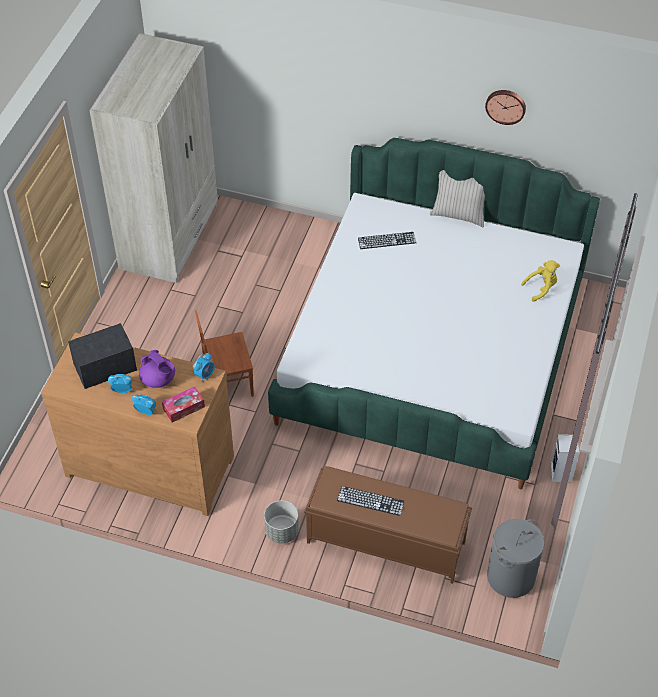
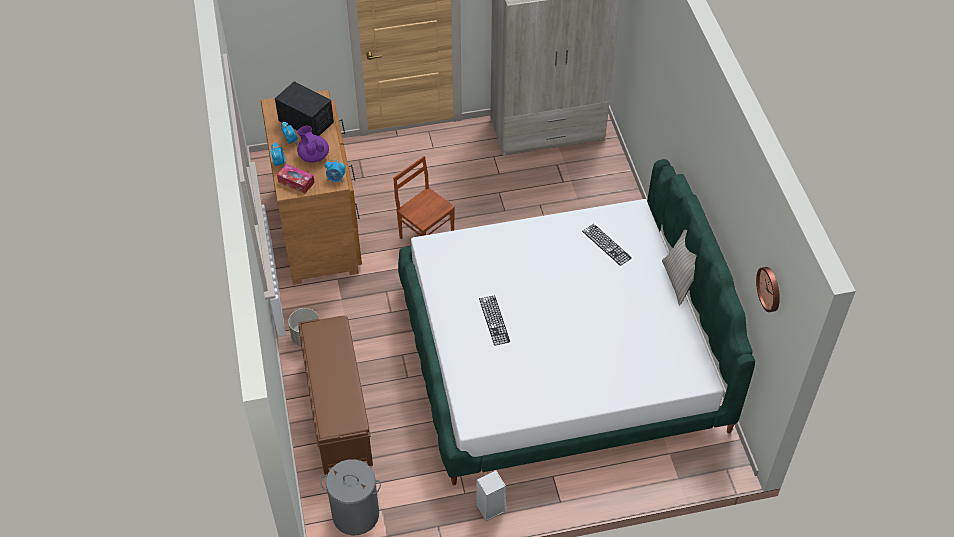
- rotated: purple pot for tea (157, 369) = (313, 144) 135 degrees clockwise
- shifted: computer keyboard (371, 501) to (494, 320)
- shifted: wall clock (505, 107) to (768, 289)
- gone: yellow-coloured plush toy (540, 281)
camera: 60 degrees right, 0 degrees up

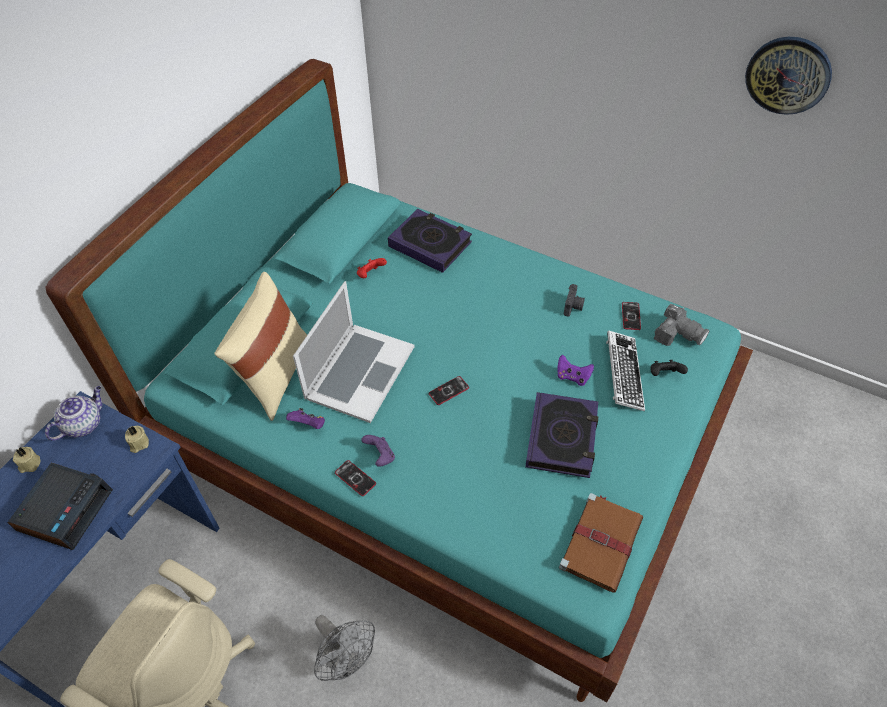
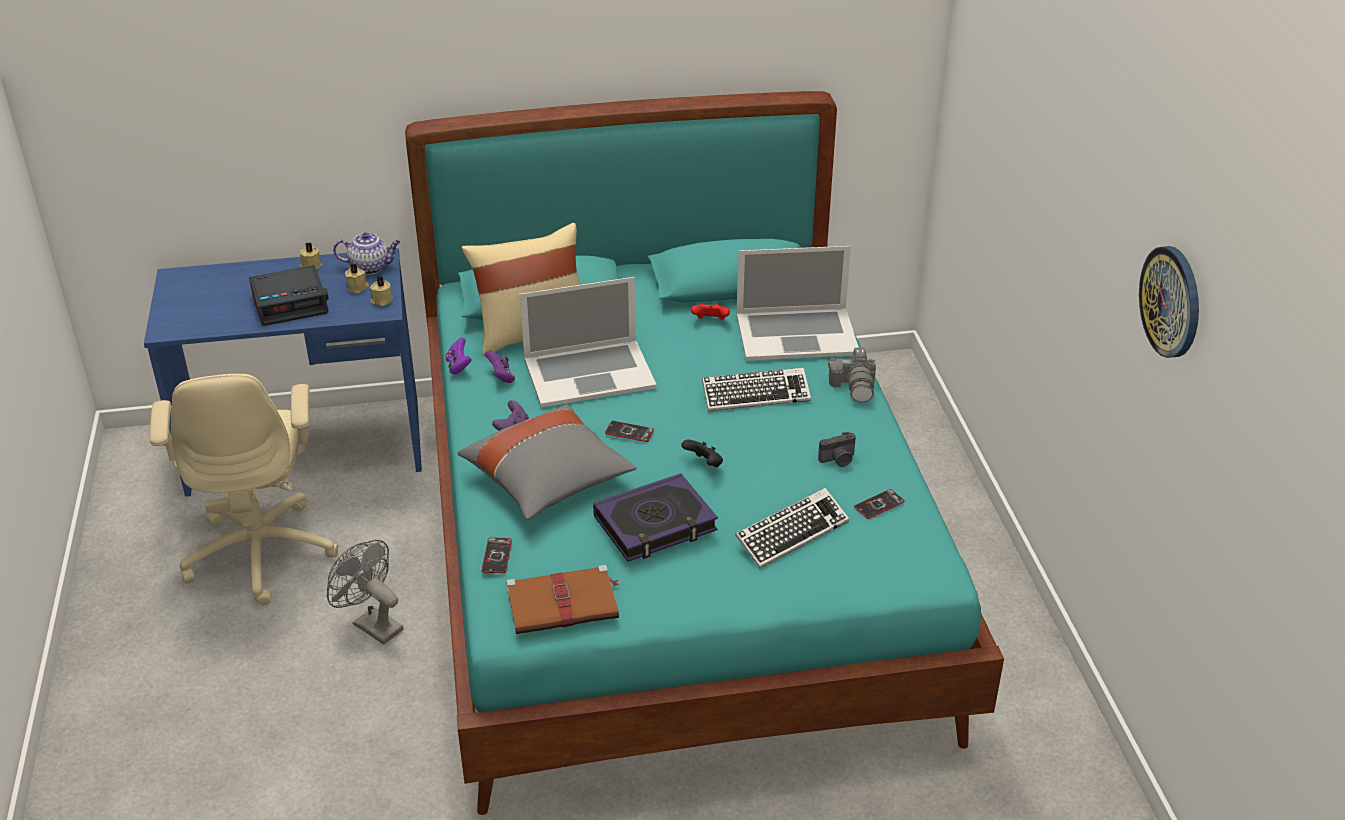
- rotated: grey fan (344, 648) = (365, 592) 120 degrees clockwise
- new: beige wax candle (357, 278)
- shifted: purple gamepad (575, 370) to (458, 355)
- new: grey pillow (547, 462)
- shifted: handset (355, 478) to (497, 555)
- shifted: blackish gamepad (669, 368) to (702, 453)
- new: computer keyboard (756, 389)
- swapped: book (430, 241) to notebook computer (798, 303)
- shifted: still camera (681, 325) to (852, 375)
camera: 50 degrees right, 15 degrees down

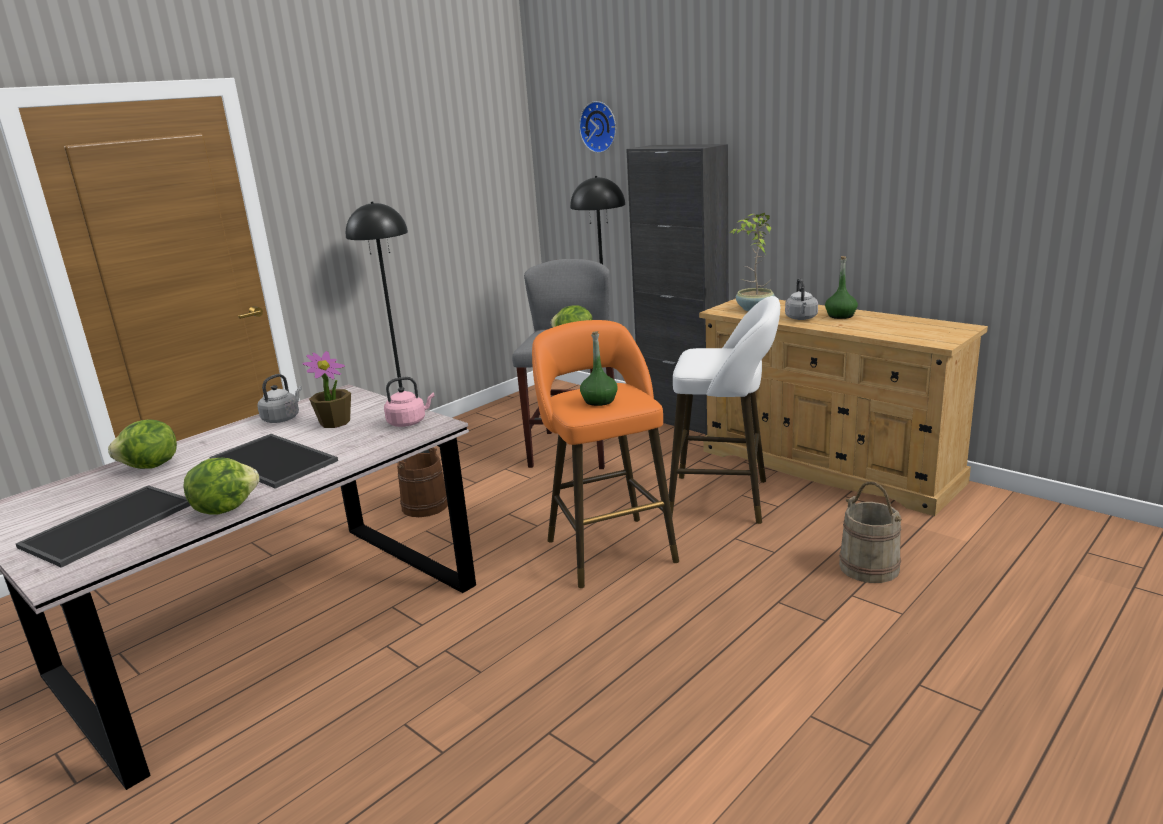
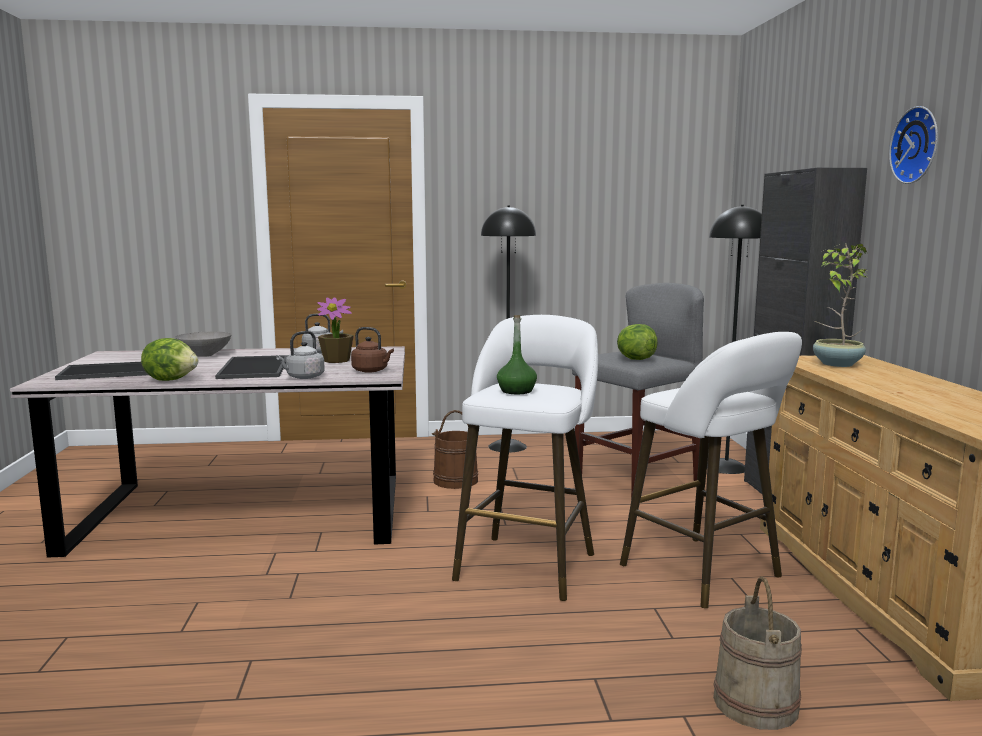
- swapped: lettuce (142, 444) to grey bowl (203, 344)
- shifted: grey kettle (801, 299) to (300, 355)
- repainted: pinkish kettle (409, 402) to brown kettle (372, 350)
- repainted: orange-coloured stool (605, 454) to whitish stool (525, 458)
- shifted: wall clock (597, 127) to (913, 145)
- gone: green drink bottle (841, 287)
camera: 40 degrees right, 10 degrees down

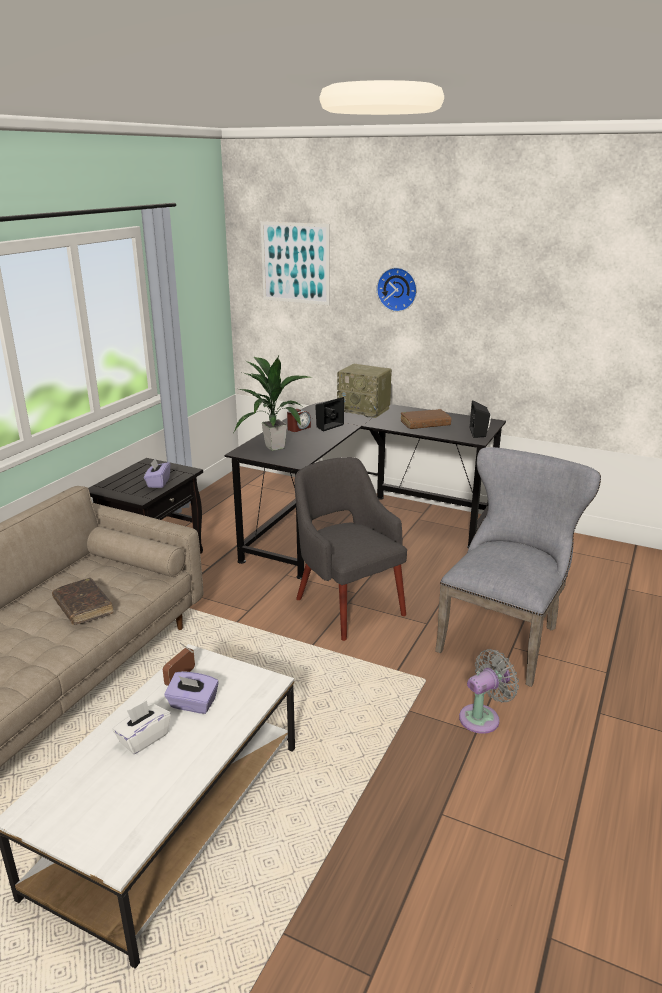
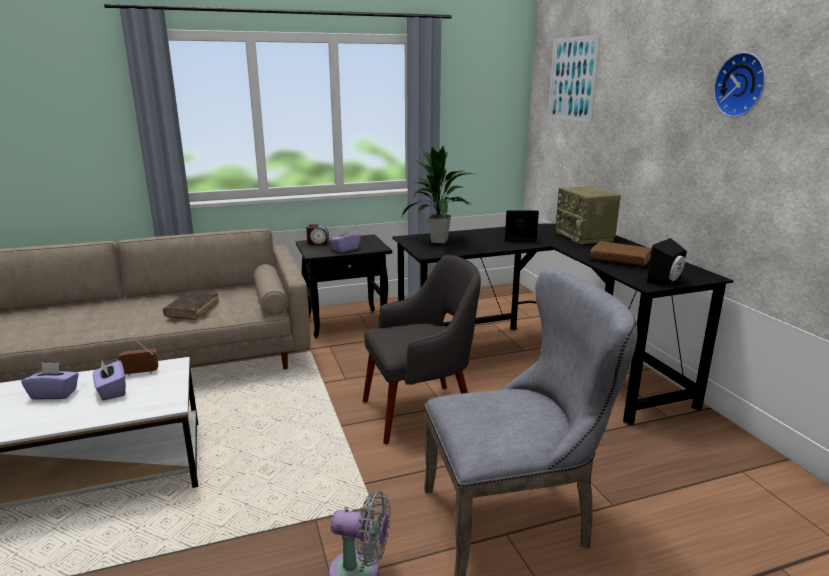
- repainted: whitish tissue holder (142, 727) to purple tissue holder (50, 381)
- shifted: alarm clock (299, 420) to (317, 234)
- rotated: grey armchair (351, 549) = (422, 349) 60 degrees clockwise
- shifted: wall clock (397, 289) to (739, 84)
camera: 45 degrees right, 5 degrees down

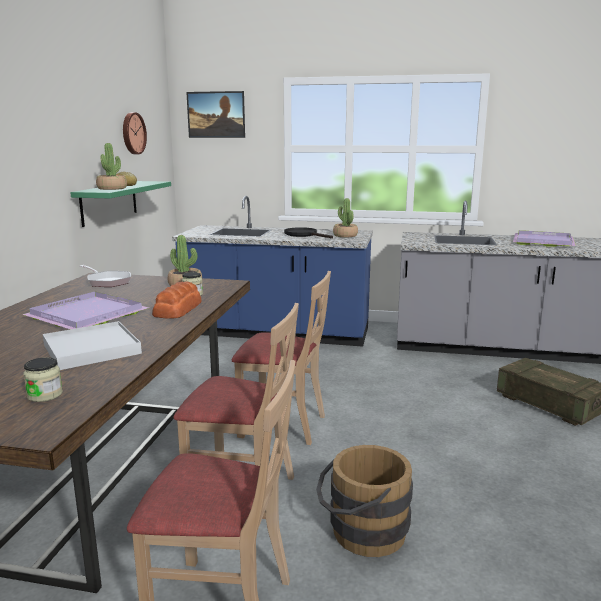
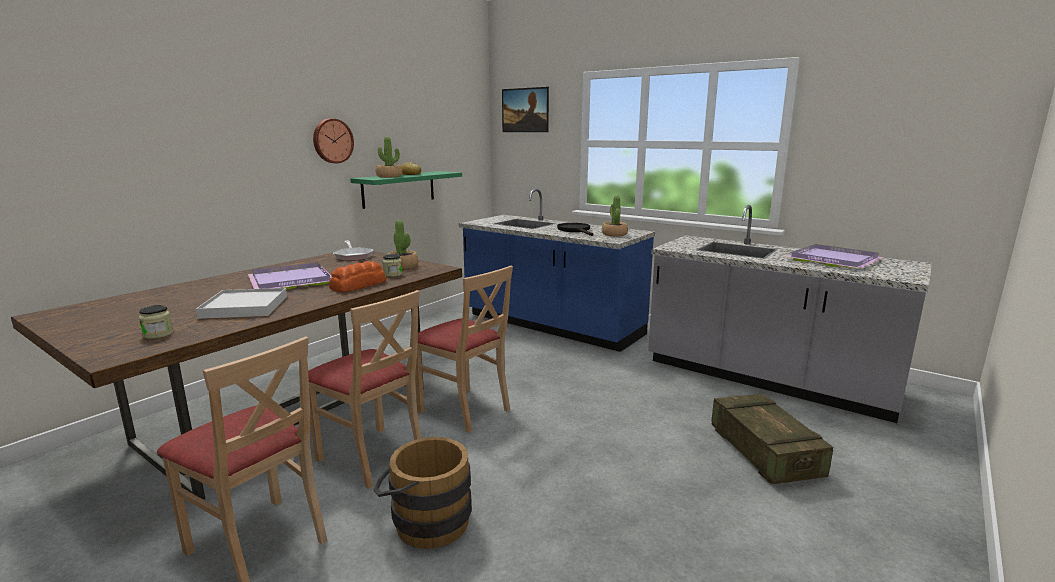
- shifted: wall clock (135, 133) to (333, 141)
camera: 25 degrees right, 0 degrees up

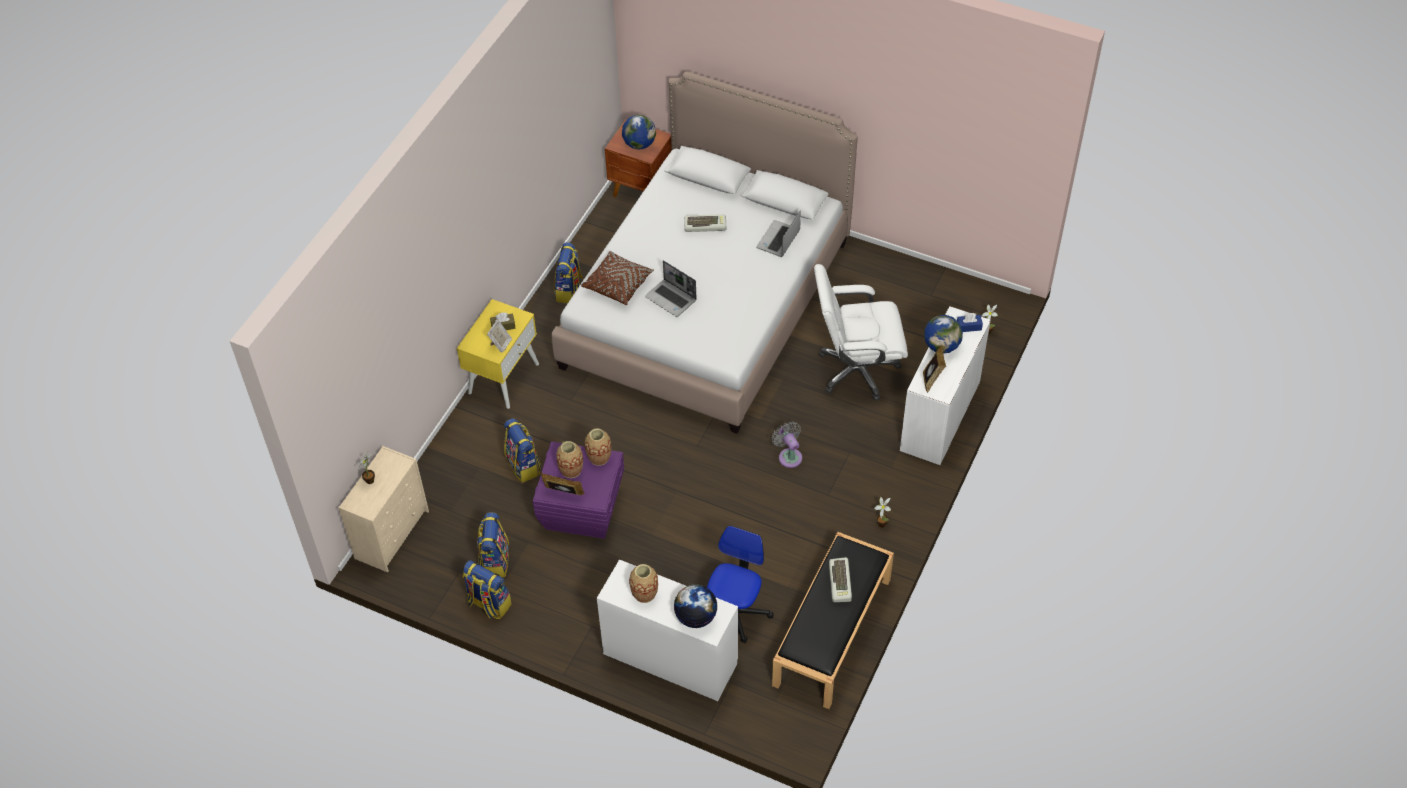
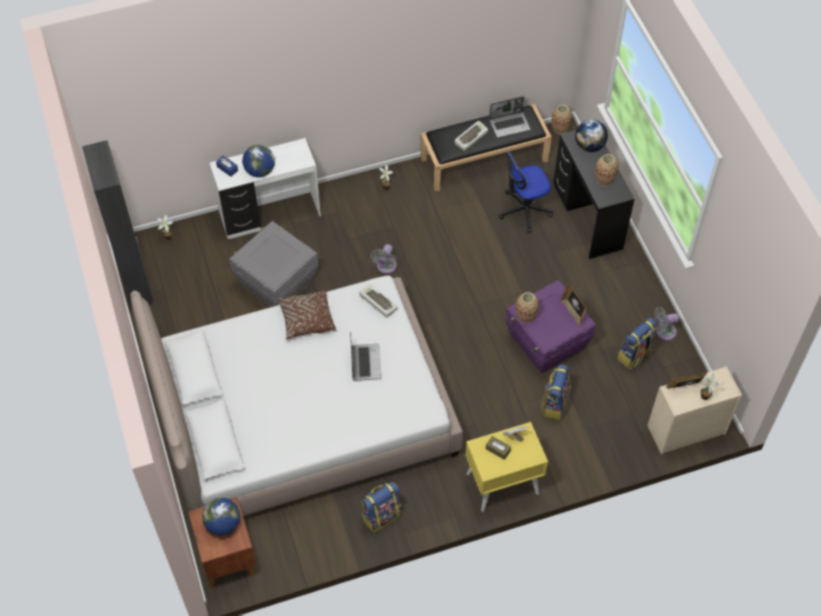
- new: blackish armoire (117, 224)
- swapped: whitish computer chair (861, 332) to grey storage box (273, 264)
- shifted: brown pillow (617, 278) to (307, 314)
- shifted: computer keyboard (705, 223) to (378, 301)
- shifted: notebook computer (778, 233) to (509, 117)
- shifted: vase (569, 459) to (562, 119)
- repainted: whitish desk unit (667, 630) to blackish desk unit (594, 194)
- swapped: rucksack (487, 589) to grey fan (666, 324)
- shifted: photo frame (934, 369) to (687, 380)
camera: 135 degrees left, 5 degrees up

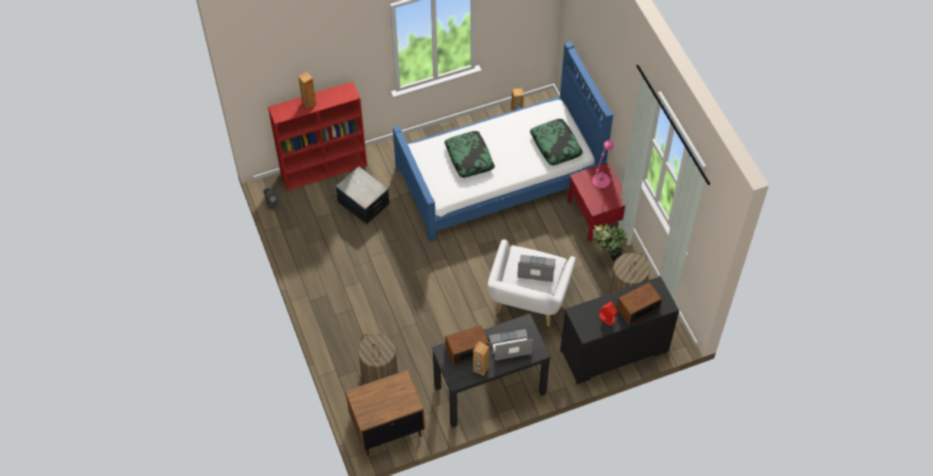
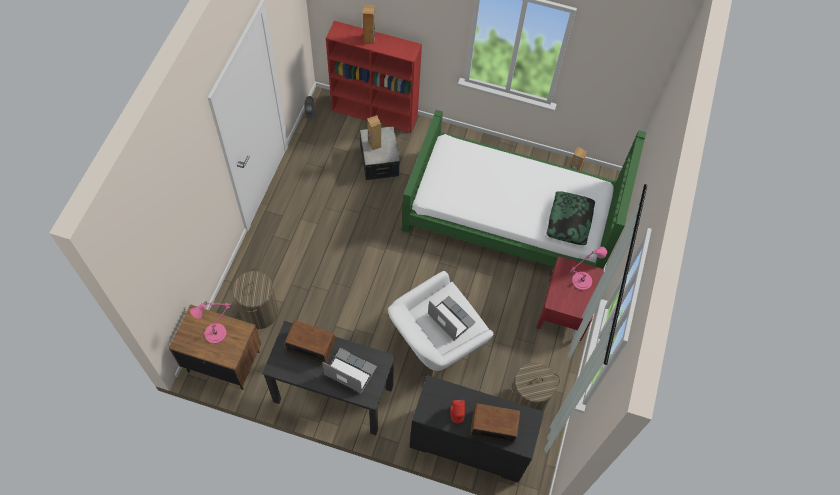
- new: pinkish table lamp (210, 322)
- shifted: brown speaker (481, 358) to (374, 132)
- repainted: bluish sleeping bed (503, 142) to green sleeping bed (524, 189)
- gone: pillow (469, 154)
- gone: potted plant (610, 242)
camera: 35 degrees right, 5 degrees up

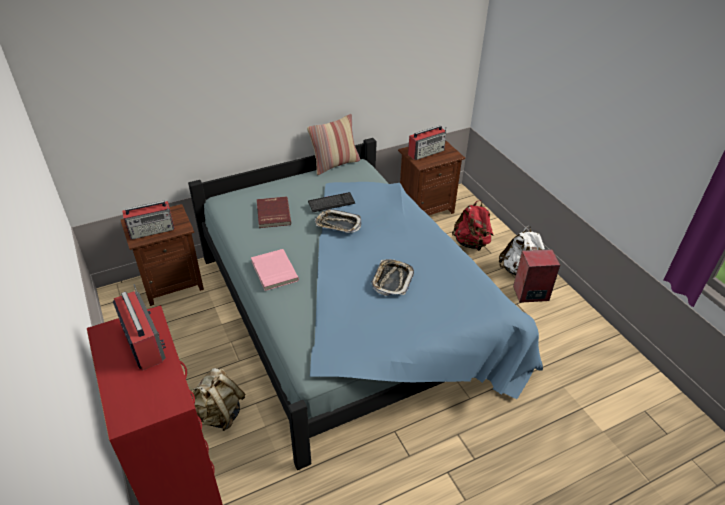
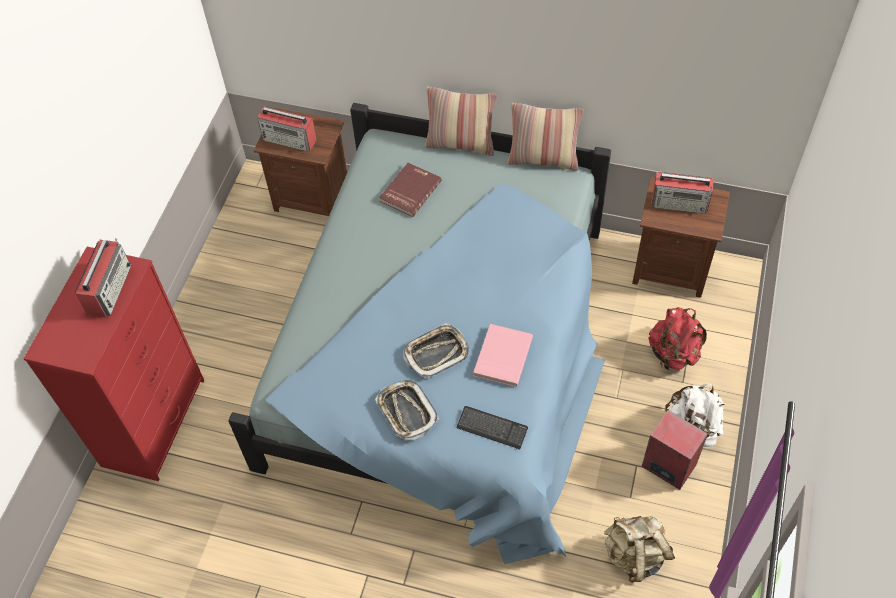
- shifted: carrying tray (338, 221) to (407, 410)
- new: pillow (461, 121)
- shifted: computer keyboard (331, 202) to (492, 427)
- shifted: pinkish book (275, 270) to (503, 355)
- shifted: beige rucksack (218, 399) to (639, 549)
camera: 45 degrees right, 15 degrees up

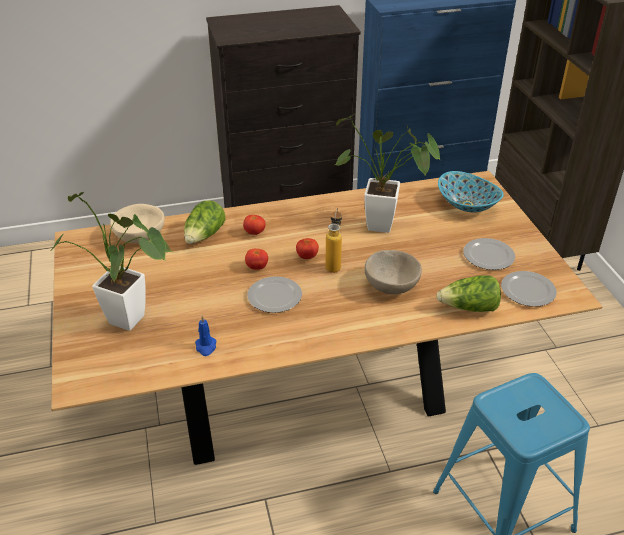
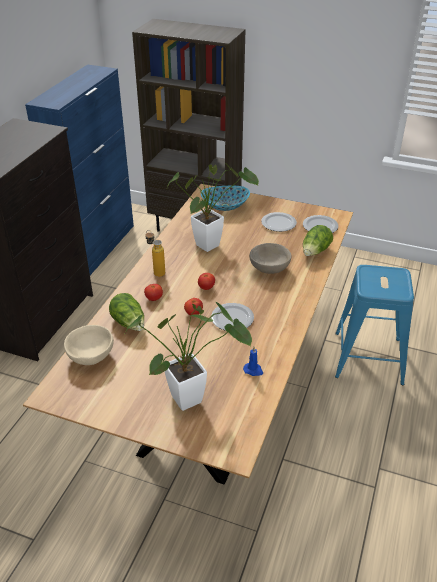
- shifted: drink bottle (333, 240) to (155, 253)
camera: 55 degrees left, 0 degrees up

